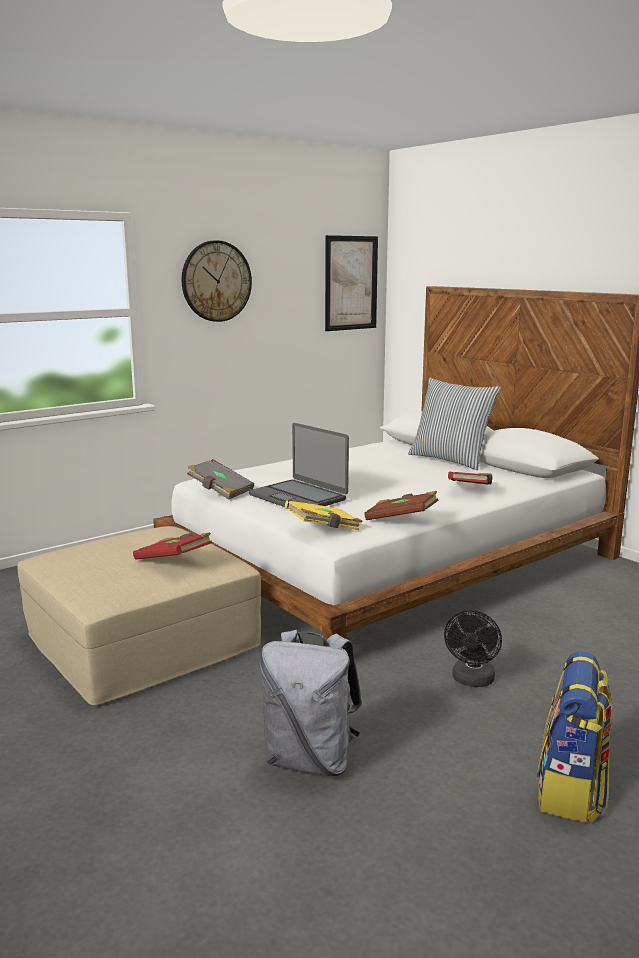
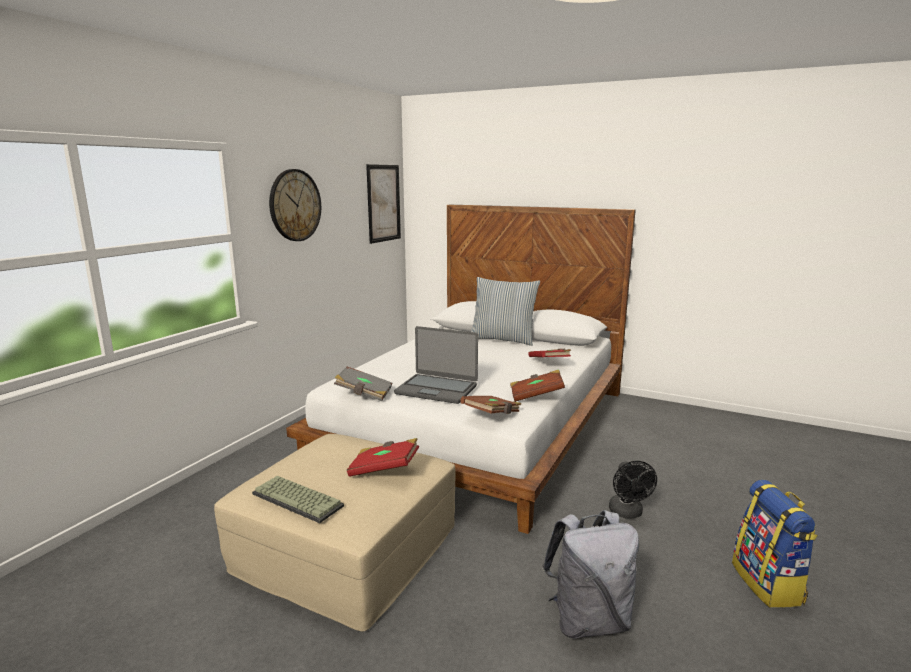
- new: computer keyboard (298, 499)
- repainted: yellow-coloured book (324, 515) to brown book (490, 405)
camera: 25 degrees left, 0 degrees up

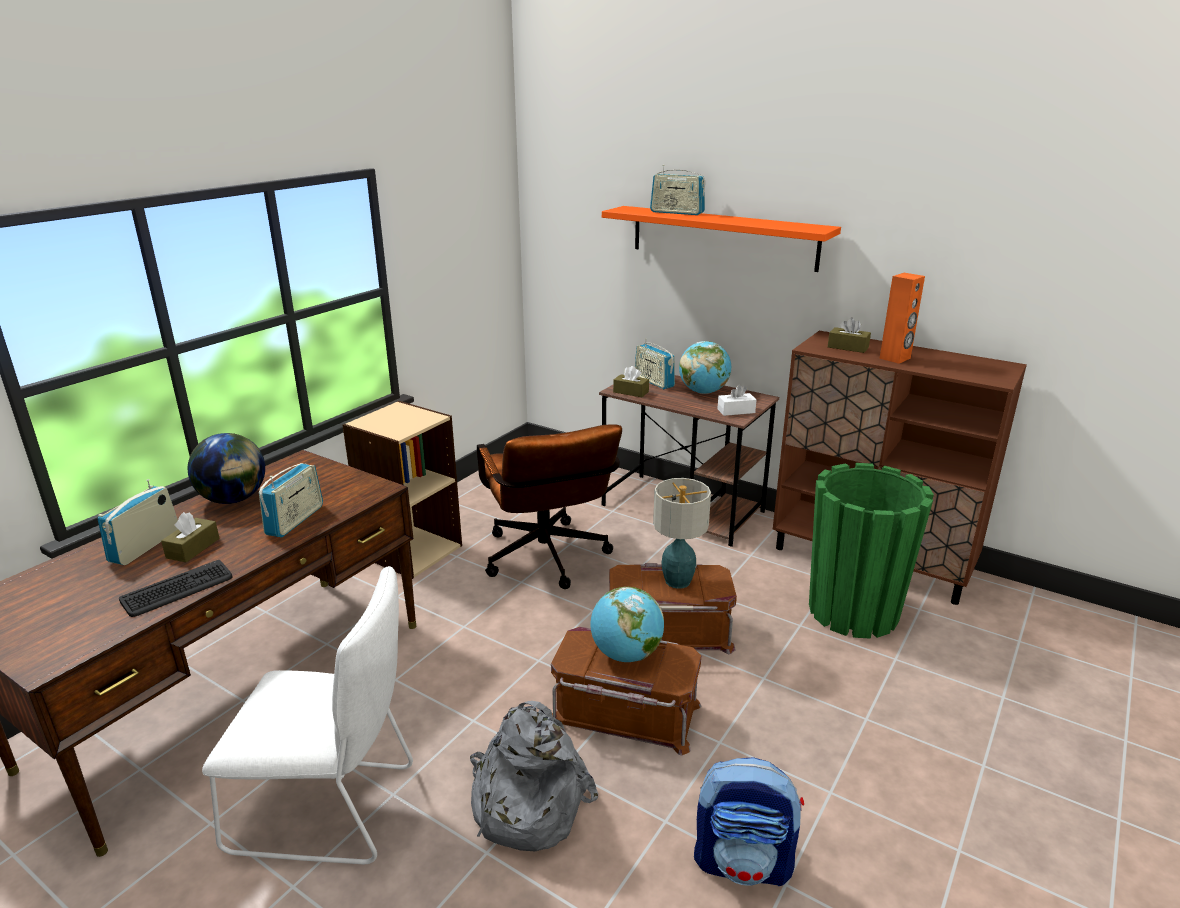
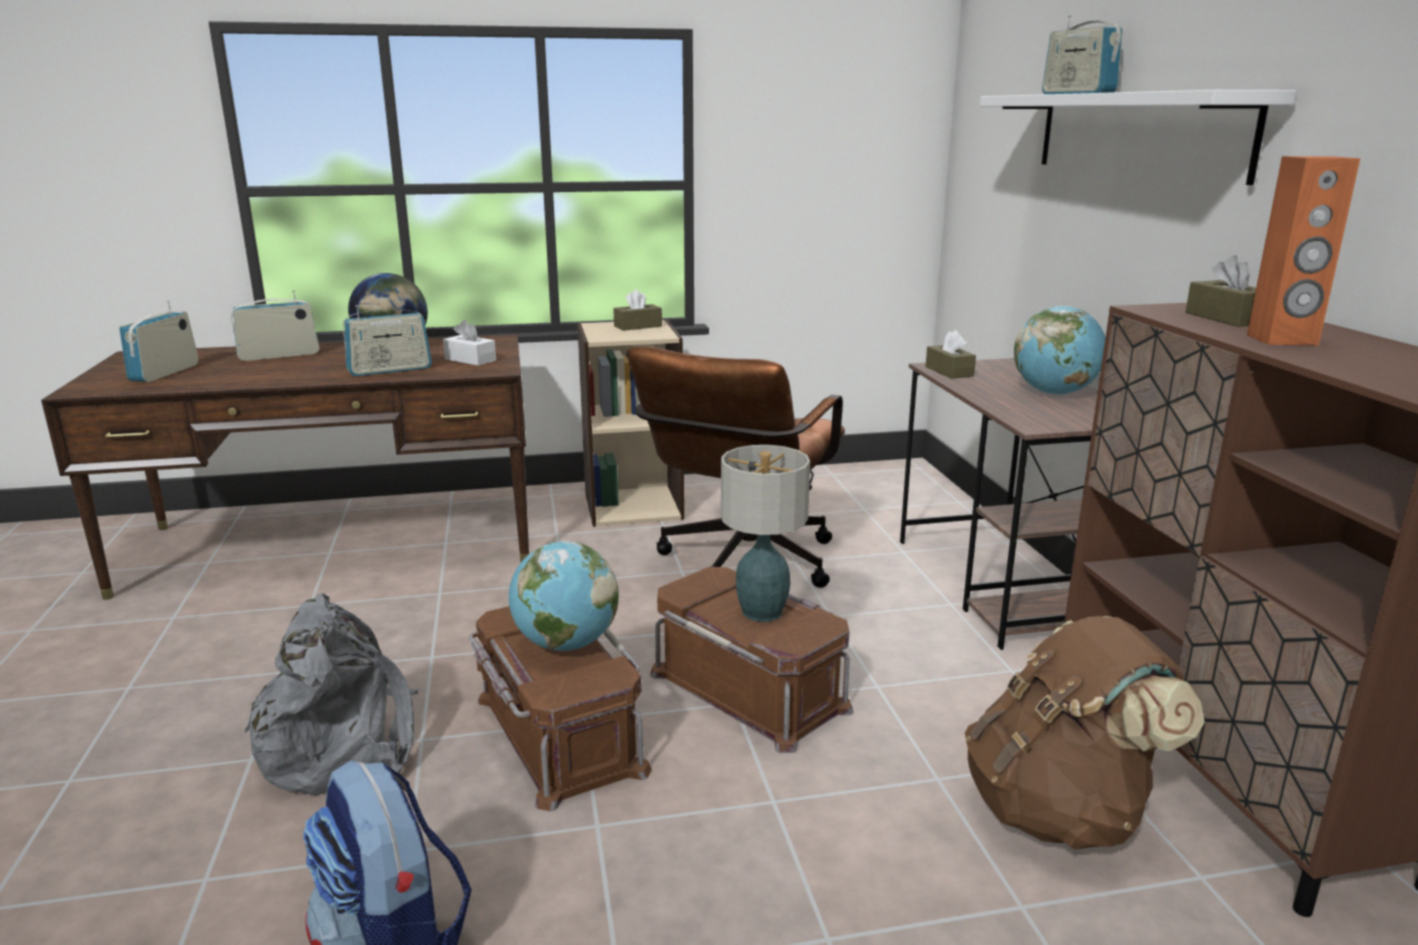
- shifted: radio set (655, 363) to (159, 341)
- shifted: whitish tissue holder (737, 400) to (469, 343)
- shifted: brown tissue holder (190, 537) to (637, 310)
- swapped: green flower pot (871, 551) to brown rucksack (1085, 732)
- repainted: orange-coloured shelf (721, 239) to whitish shelf (1138, 137)
- gone: computer keyboard (175, 588)
- gone: whitish chair (307, 715)
camera: 45 degrees right, 5 degrees down

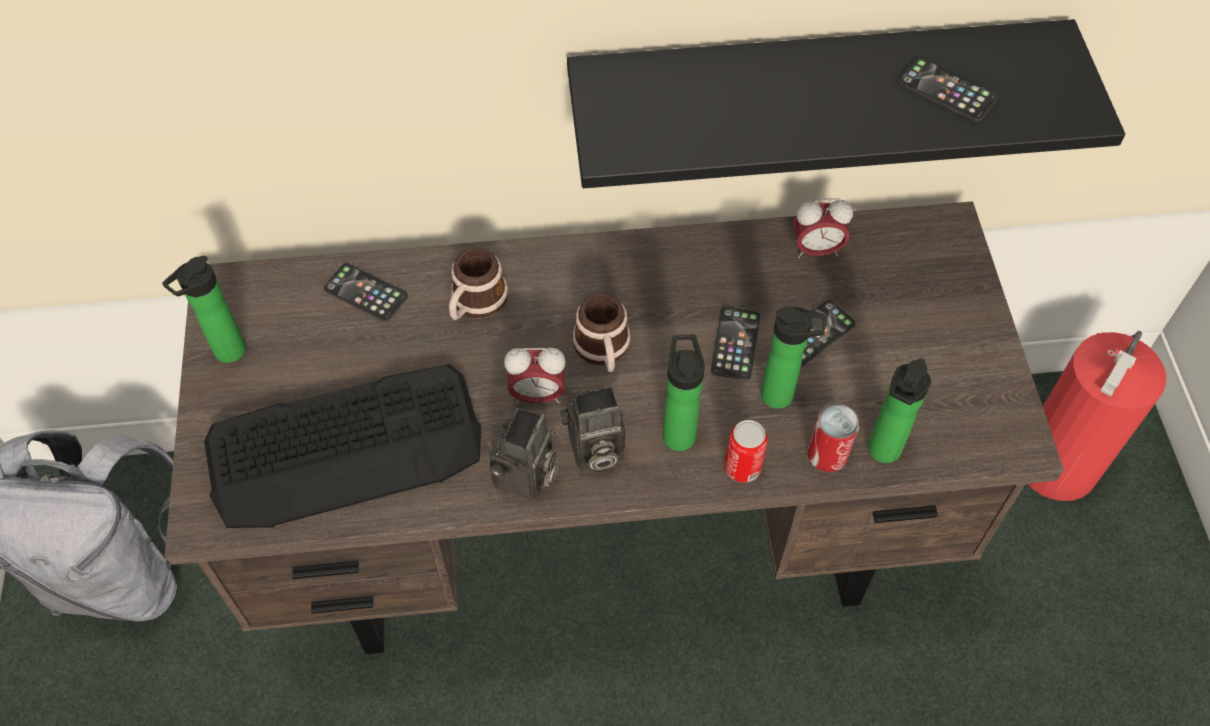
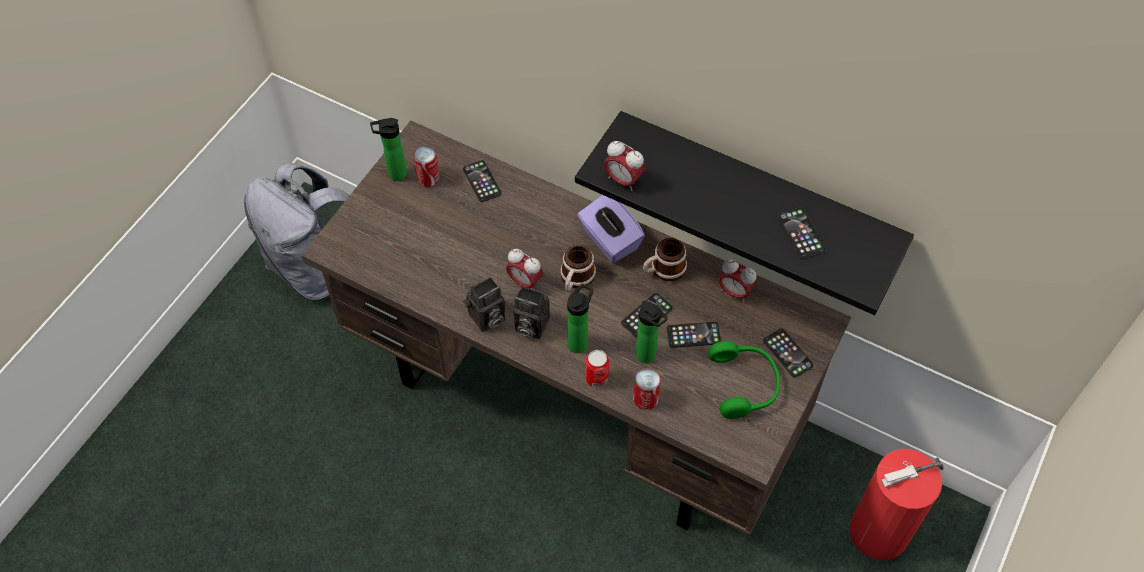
- new: sealed can (426, 166)
- new: purple tissue holder (611, 229)
- new: alarm clock (624, 166)
- shifted: coffee mug (478, 284) to (665, 259)
- new: green pair of headphones (744, 380)
- new: handset (788, 353)
- gone: computer keyboard (342, 446)
- gone: drink bottle (899, 410)
camera: 35 degrees right, 0 degrees up

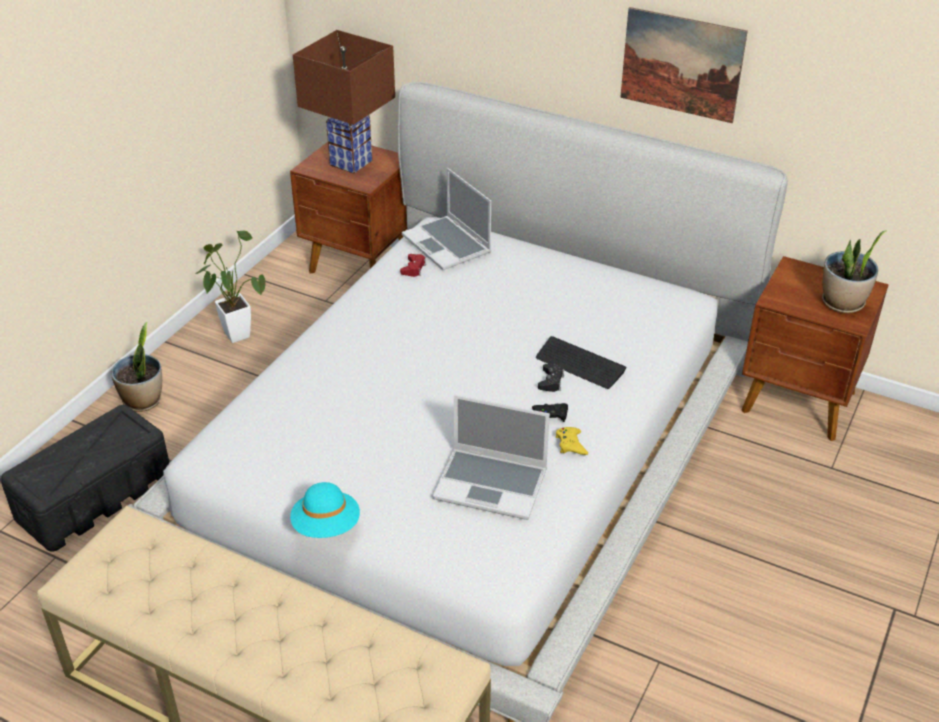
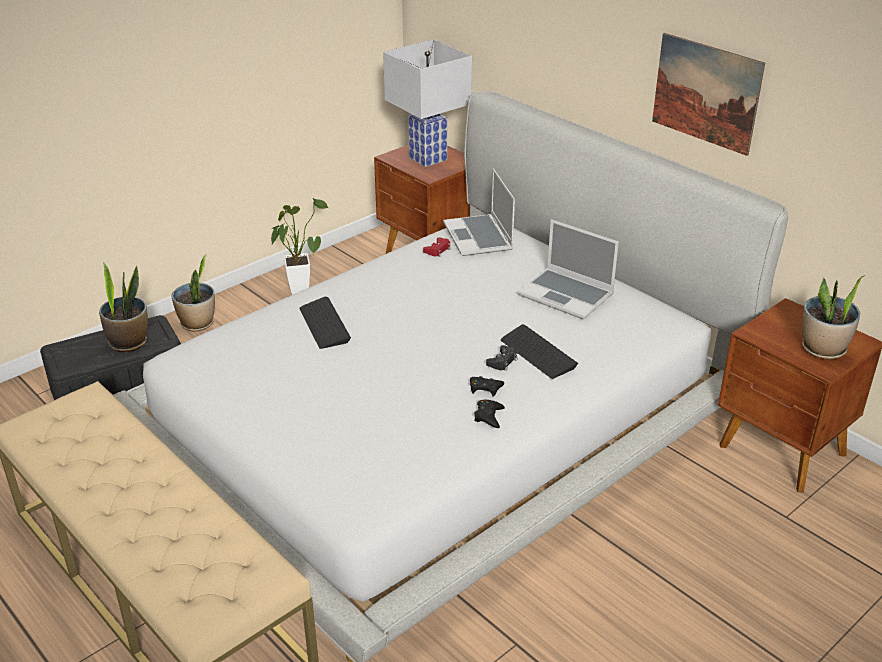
- new: potted plant (123, 307)
- new: computer keyboard (325, 323)
- repainted: brown table lamp (344, 102) to whitish table lamp (427, 103)
- repainted: yellow-coloured gamepad (572, 441) to blackish gamepad (489, 413)
- shifted: notebook computer (491, 457) to (568, 269)
- gone: turquoise wearable hat (325, 510)
camera: 20 degrees right, 5 degrees down

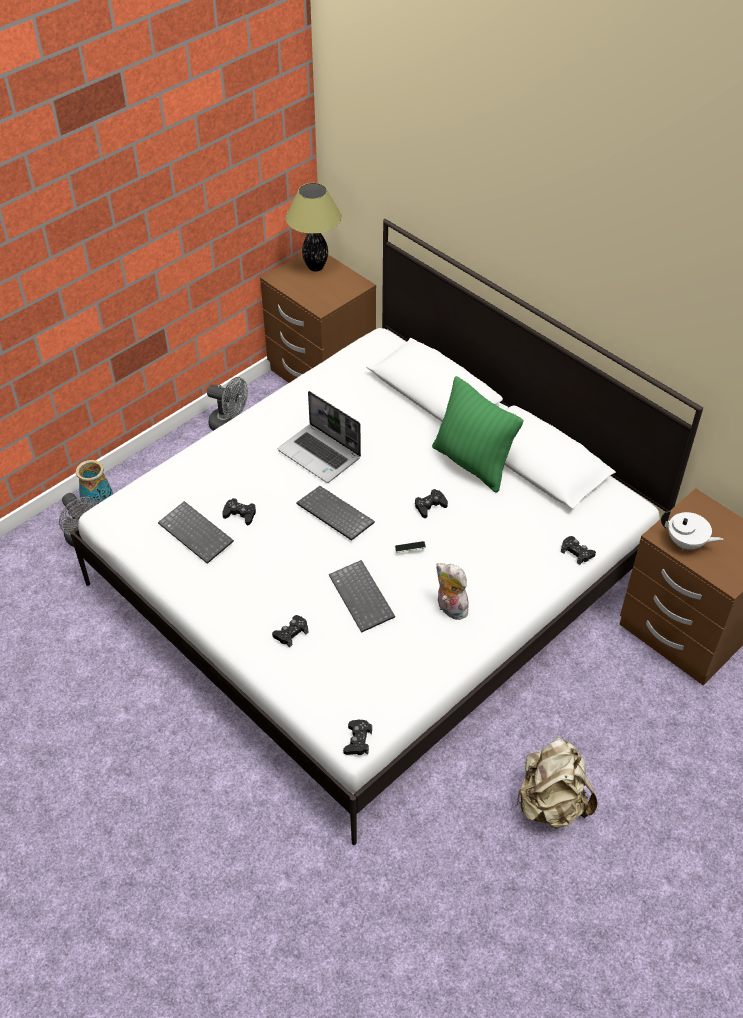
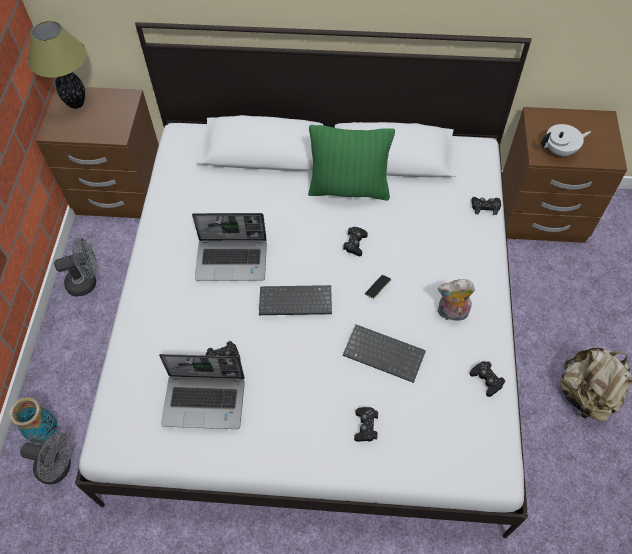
- swapped: computer keyboard (196, 532) to notebook computer (202, 391)
- shifted: blackish gamepad (357, 737) to (487, 379)
camera: 40 degrees left, 10 degrees up

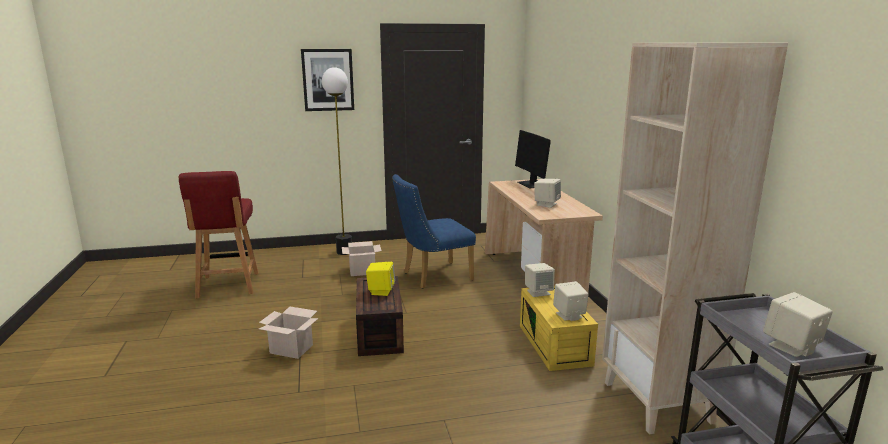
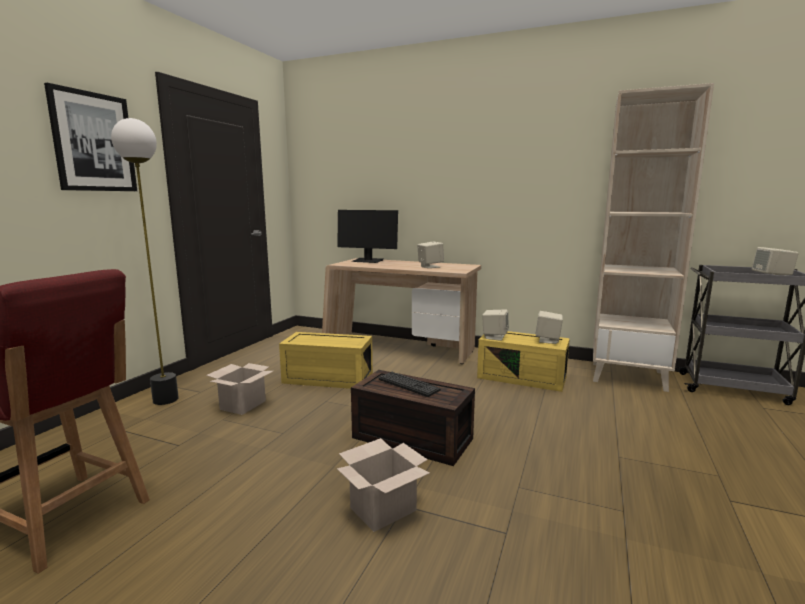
- swapped: bluish chair (434, 231) to yellow-coloured storage box (326, 360)
- swapped: yellow-coloured speaker (380, 279) to computer keyboard (410, 384)
camera: 55 degrees left, 5 degrees down

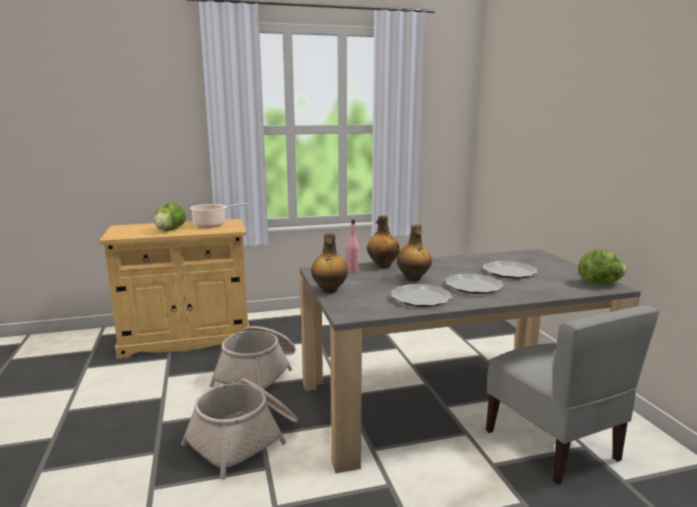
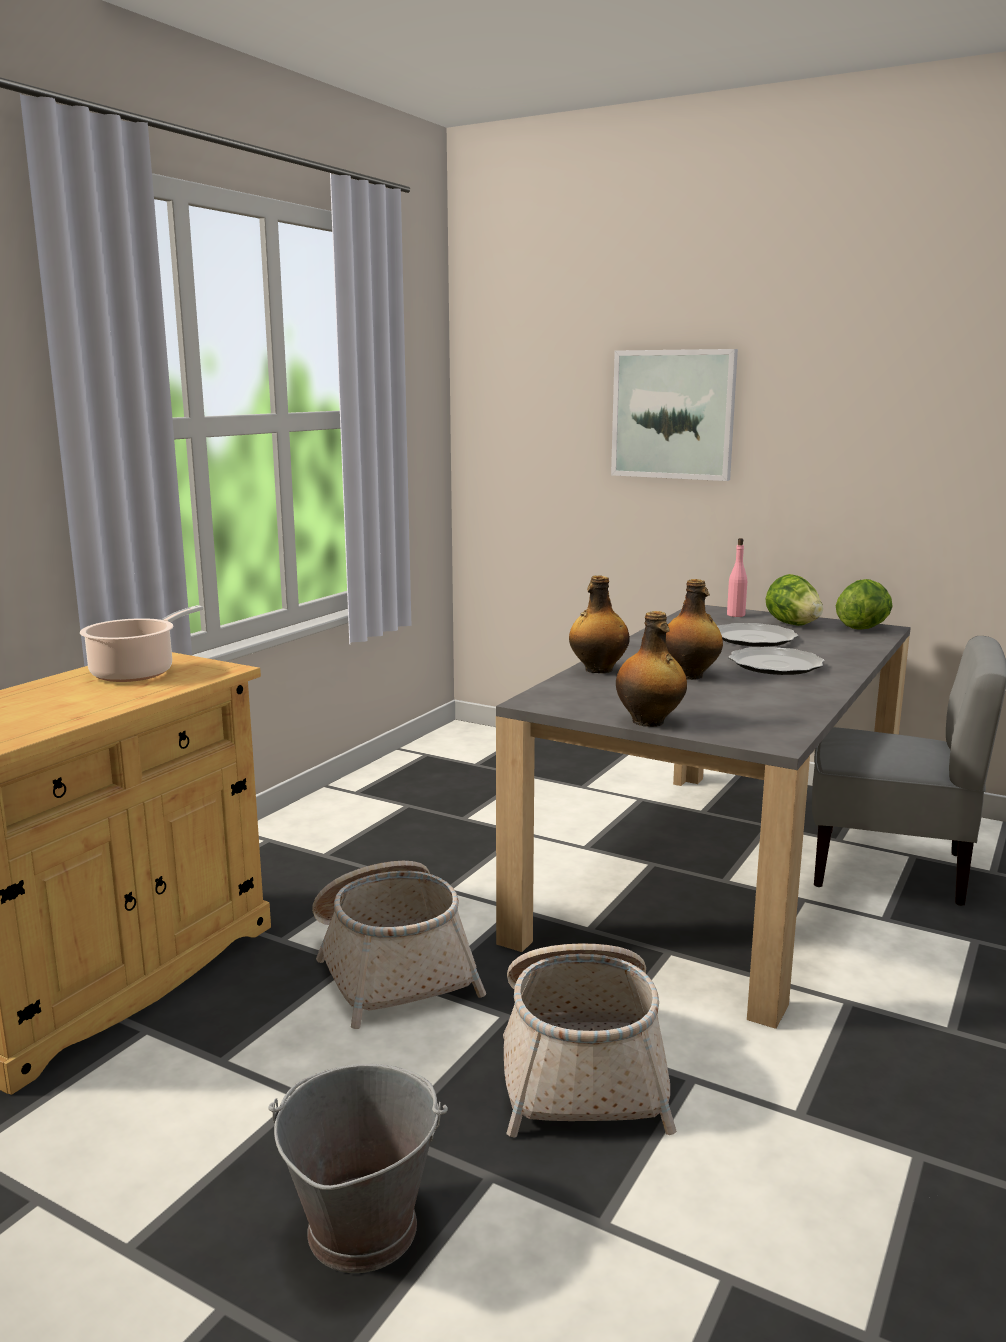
- new: grey pail (358, 1168)
- new: wall art (674, 415)
- shifted: pinkish drink bottle (353, 246) to (737, 577)
- shifted: lettuce (170, 217) to (794, 600)
- gone: plate (421, 295)
camera: 45 degrees left, 0 degrees up

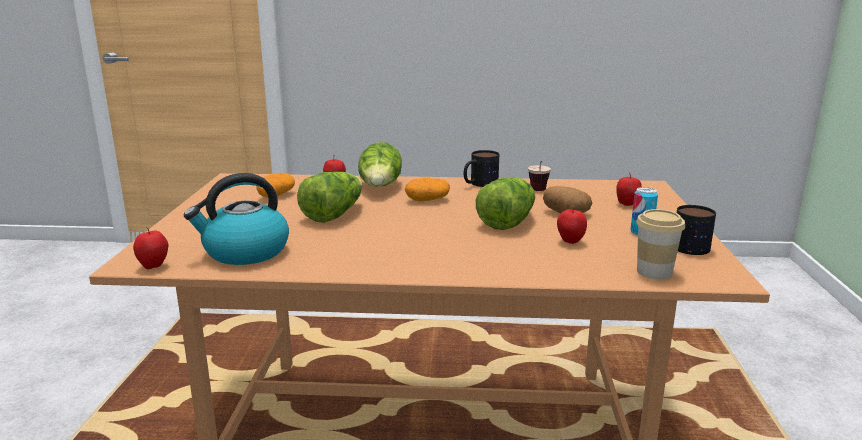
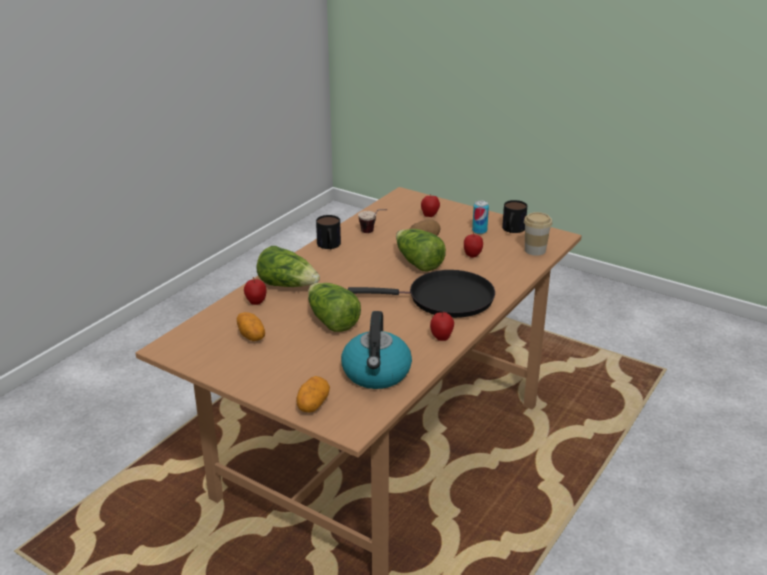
- shifted: whole potato (427, 189) to (313, 394)
- new: blackish skillet (421, 294)
- shifted: whole apple (150, 248) to (442, 326)
camera: 60 degrees left, 10 degrees up

